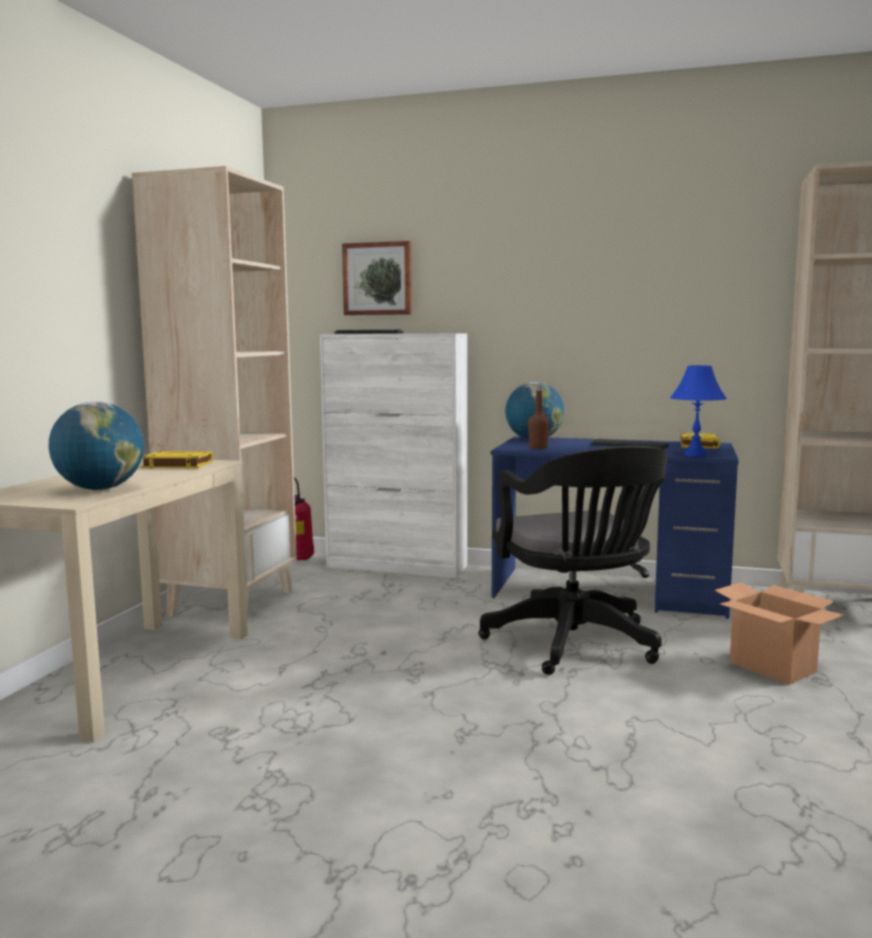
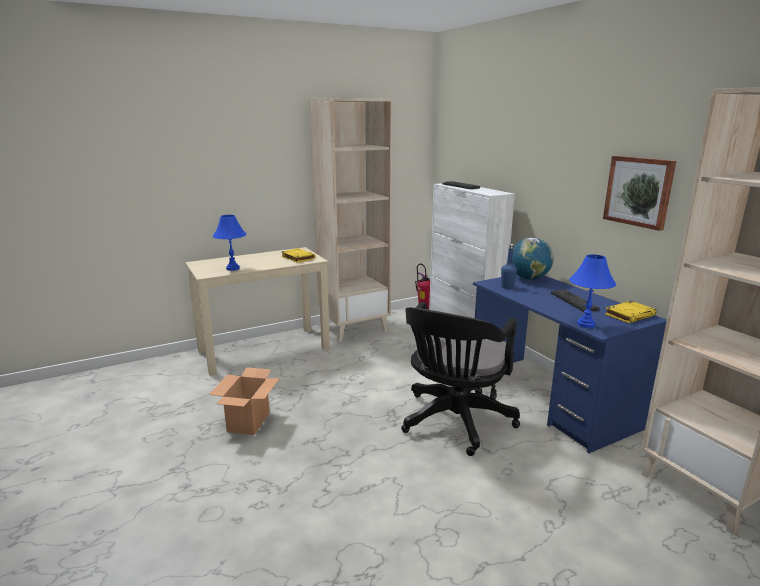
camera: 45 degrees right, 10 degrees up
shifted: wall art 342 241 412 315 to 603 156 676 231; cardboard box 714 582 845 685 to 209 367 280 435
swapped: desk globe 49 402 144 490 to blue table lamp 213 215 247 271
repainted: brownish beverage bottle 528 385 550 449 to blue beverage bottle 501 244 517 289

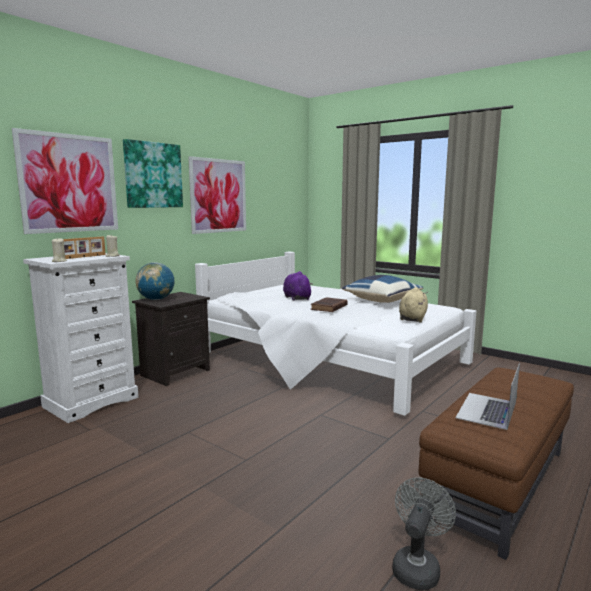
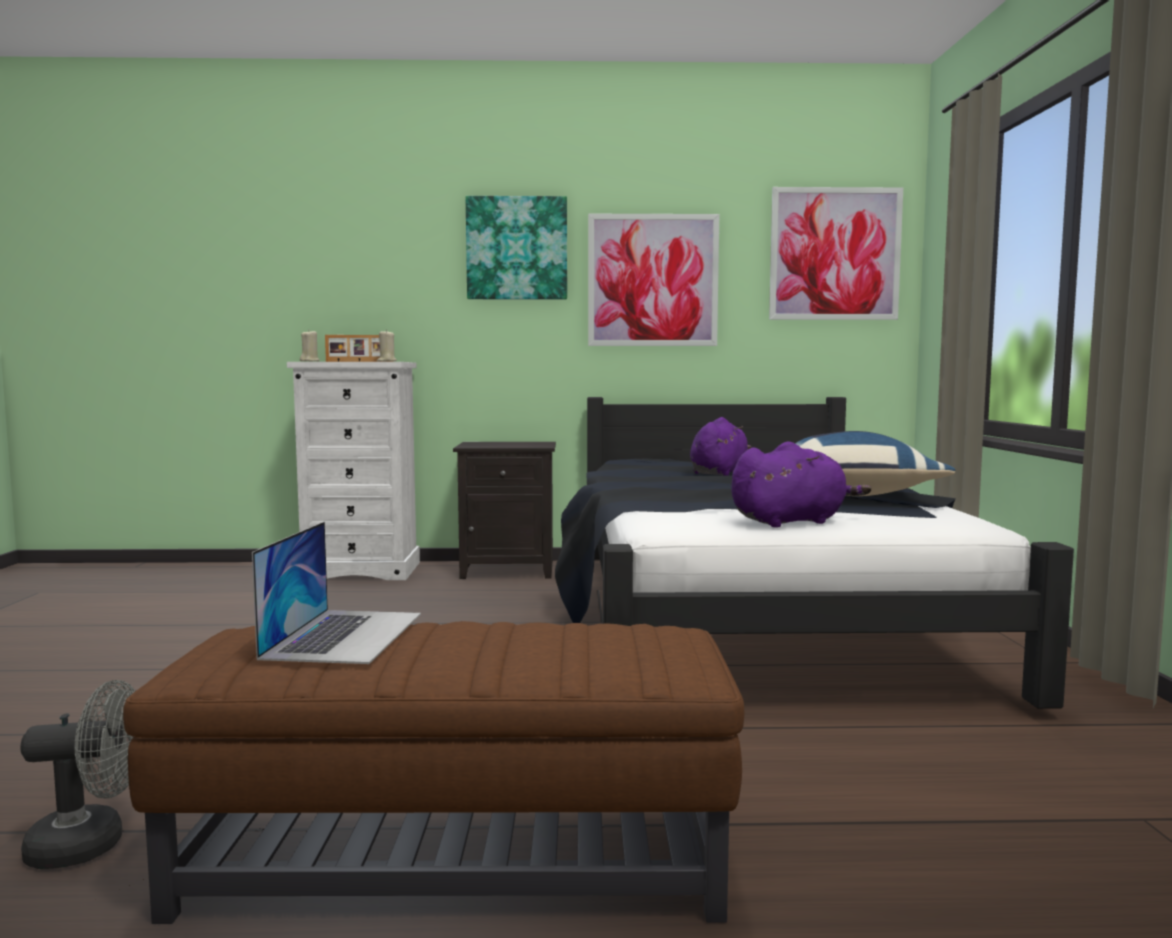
camera: 50 degrees right, 5 degrees down
gone: desk globe 135 262 175 300; brownish bound book 311 297 348 312
shifted: wall art 12 128 118 234 to 769 187 903 320
repainted: white-coloured sleeping bed 195 252 476 416 to blackish sleeping bed 555 397 1074 709; sand-coloured plush toy 399 287 428 323 to purple plush toy 731 441 871 528
rotated: portable computer 455 363 520 430 = 252 522 421 664 105 degrees clockwise

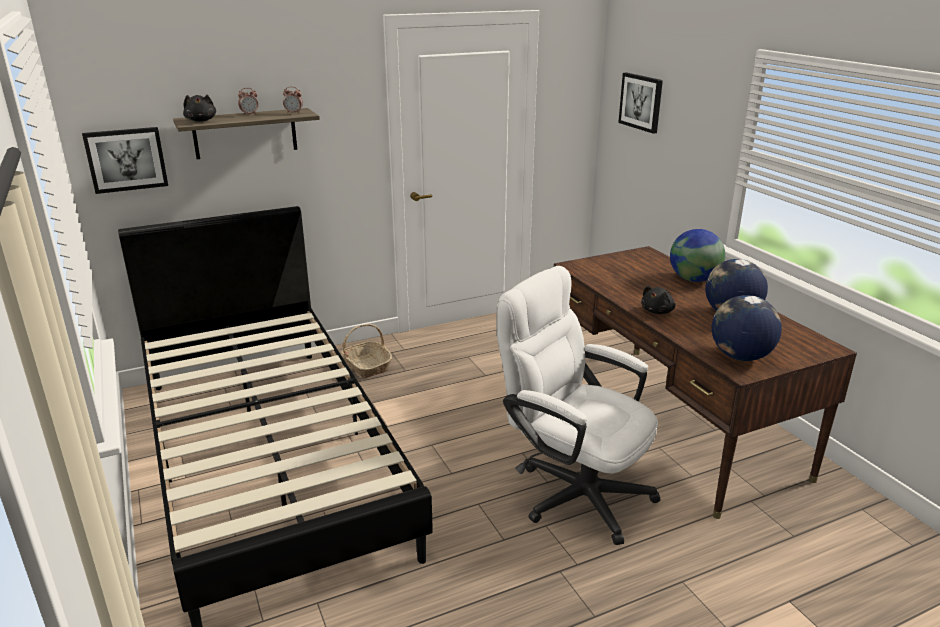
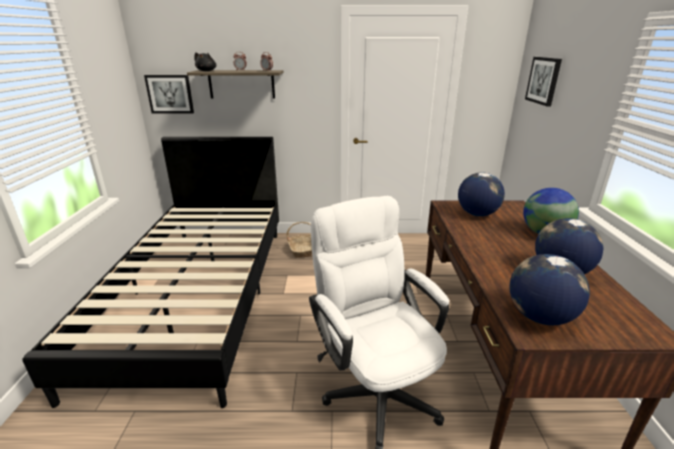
camera: 25 degrees right, 0 degrees up
gone: blackish plush toy 641 286 675 314
new: desk globe 458 172 505 216

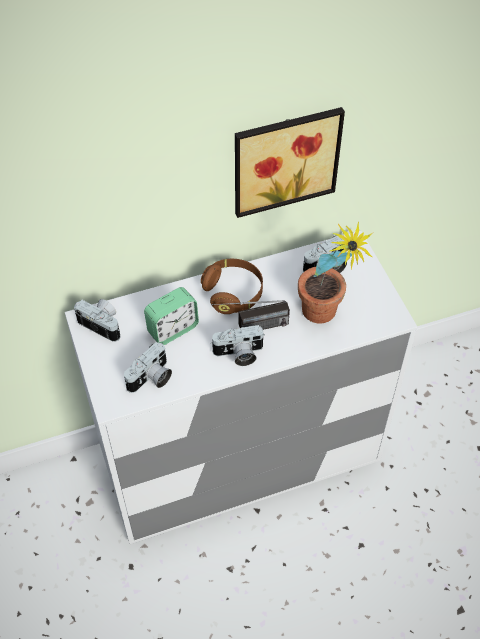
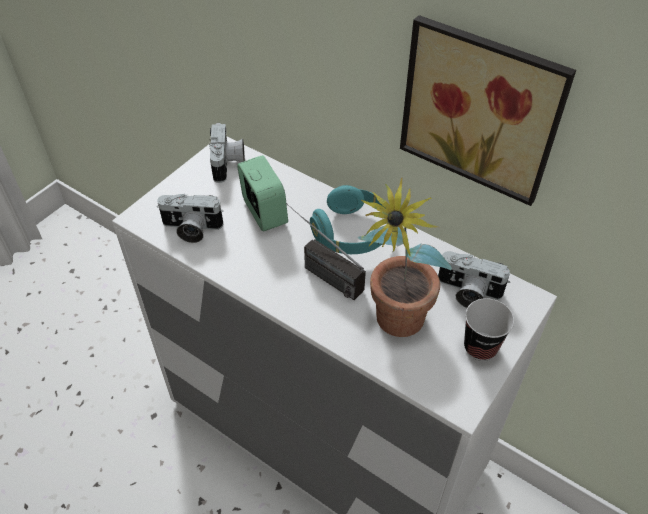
camera: 55 degrees right, 5 degrees down
gone: photo camera 210 325 265 366
new: small cup 464 298 514 361
repainted: brownish headset 201 259 263 314 to turquoise headset 310 185 385 254
rotated: table clock 144 287 199 345 = 237 155 288 231 135 degrees counterclockwise

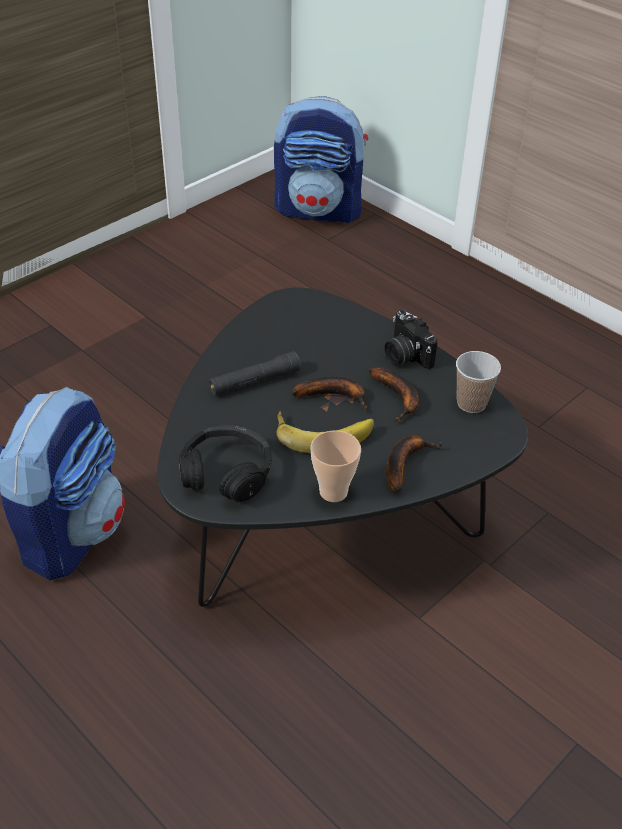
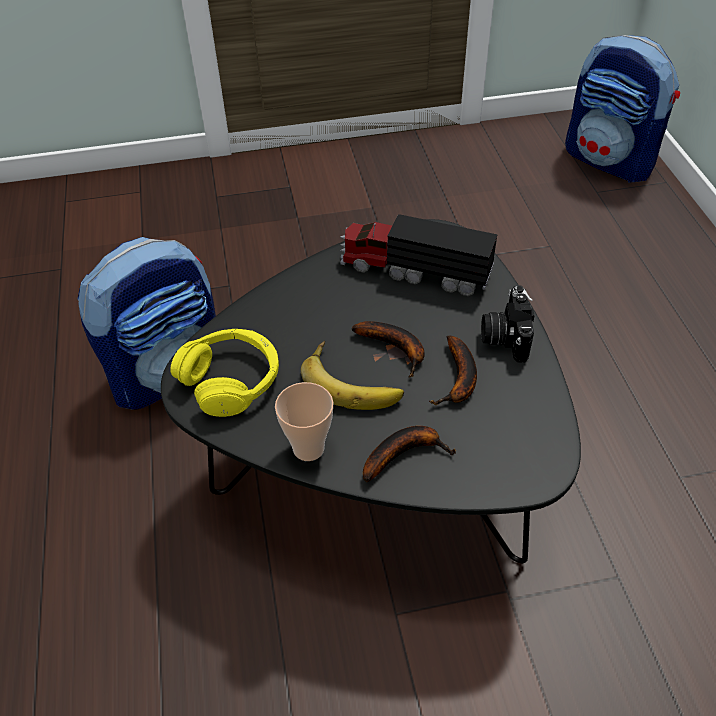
camera: 35 degrees right, 5 degrees up
gone: blackish flashlight 209 351 301 395; small cup 456 351 501 413
new: model truck 340 214 498 296
repainted: blackish headset 179 424 272 502 to yellow-coloured headset 170 329 279 417

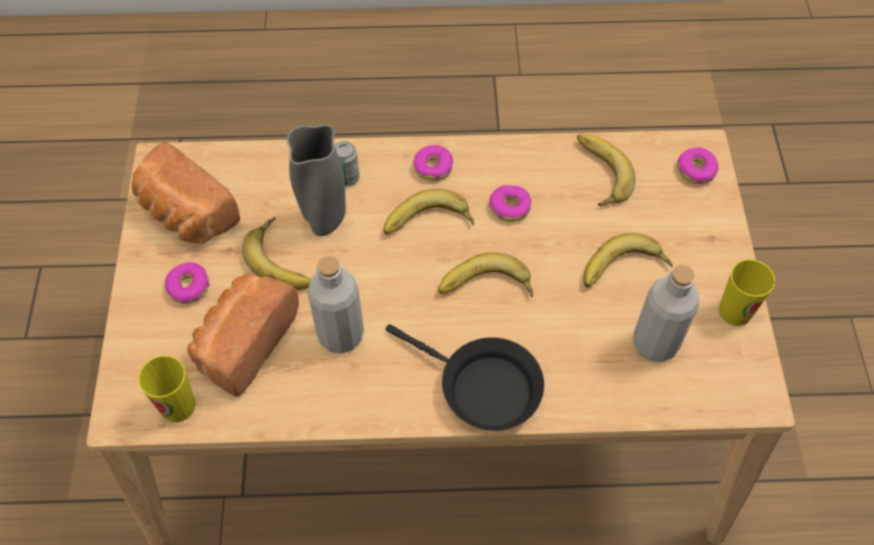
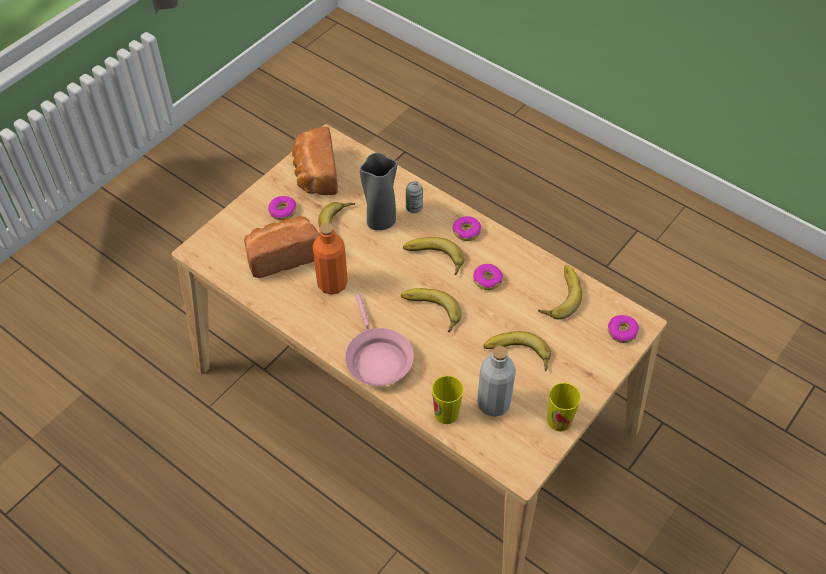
camera: 40 degrees right, 5 degrees down
shifted: small cup 138 355 196 422 to 432 375 464 424
repainted: greyish beverage bottle 307 256 364 353 to orange beverage bottle 312 223 348 294; blackish skillet 386 324 544 431 to pink-coloured skillet 345 294 414 386

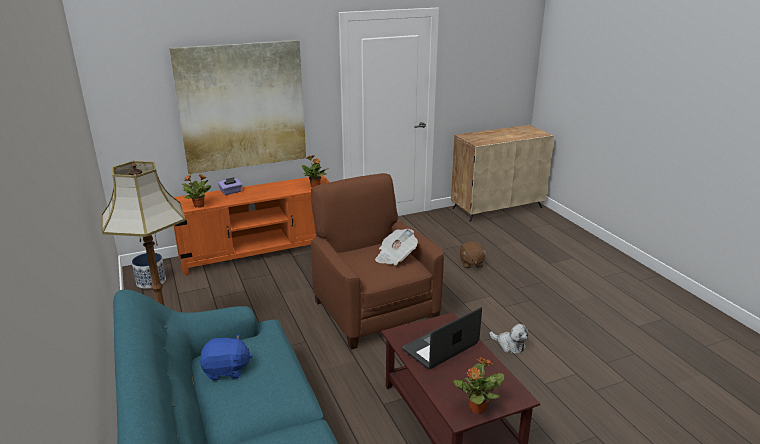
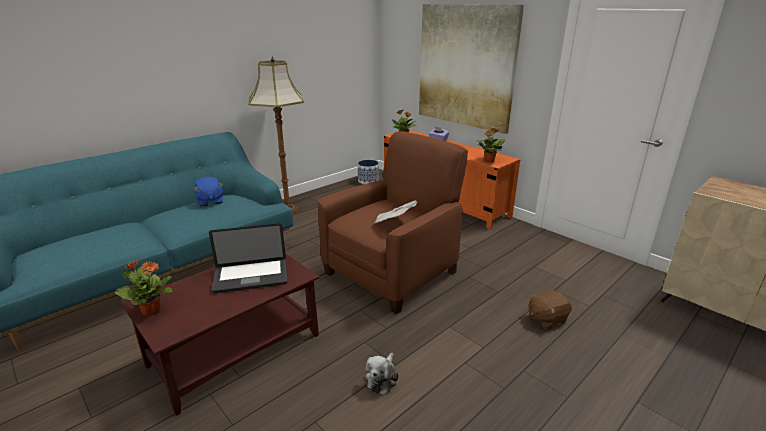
camera: 70 degrees right, 0 degrees up
rotated: portable computer 402 307 482 370 = 209 223 287 293 135 degrees clockwise

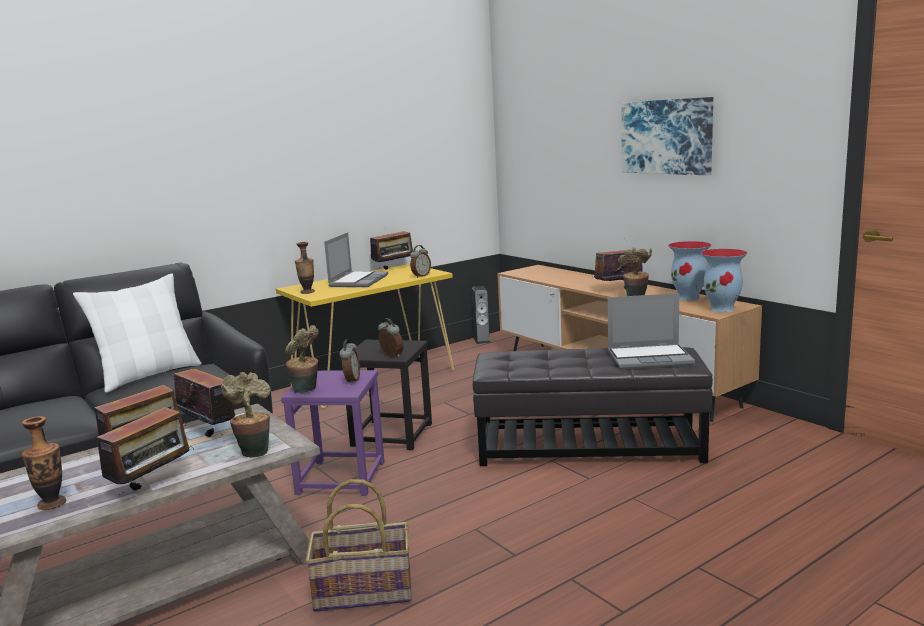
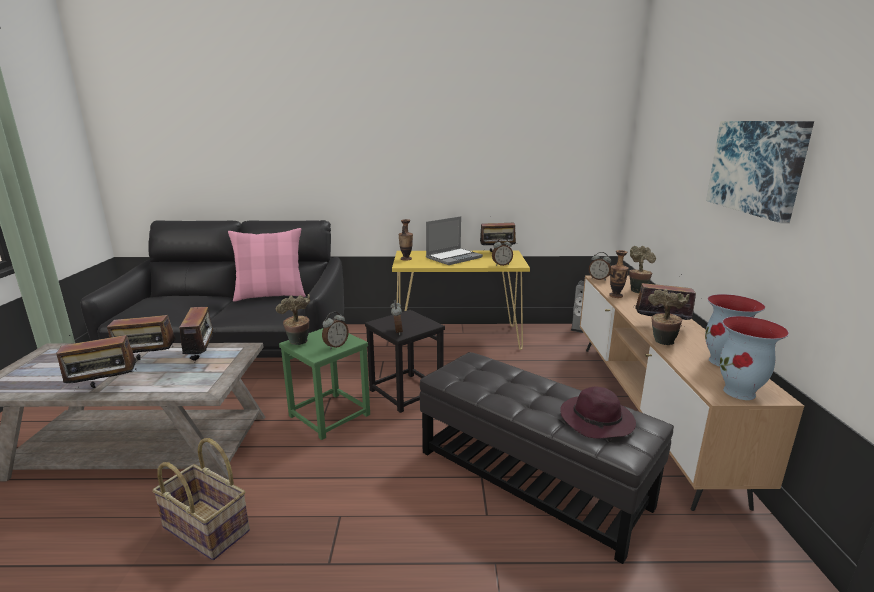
camera: 35 degrees right, 5 degrees up
new: table clock 589 252 611 281
shifted: plant in a pot 221 372 271 458 to 629 246 656 293; vase 22 416 66 510 to 609 250 629 298
swapped: portable computer 608 293 695 369 to purple hat 560 387 636 438
repainted: white-coloured throw pillow 73 273 202 393 to pink-coloured throw pillow 228 228 306 302; purple sitting stool 281 370 385 496 to greenish sitting stool 279 328 370 440

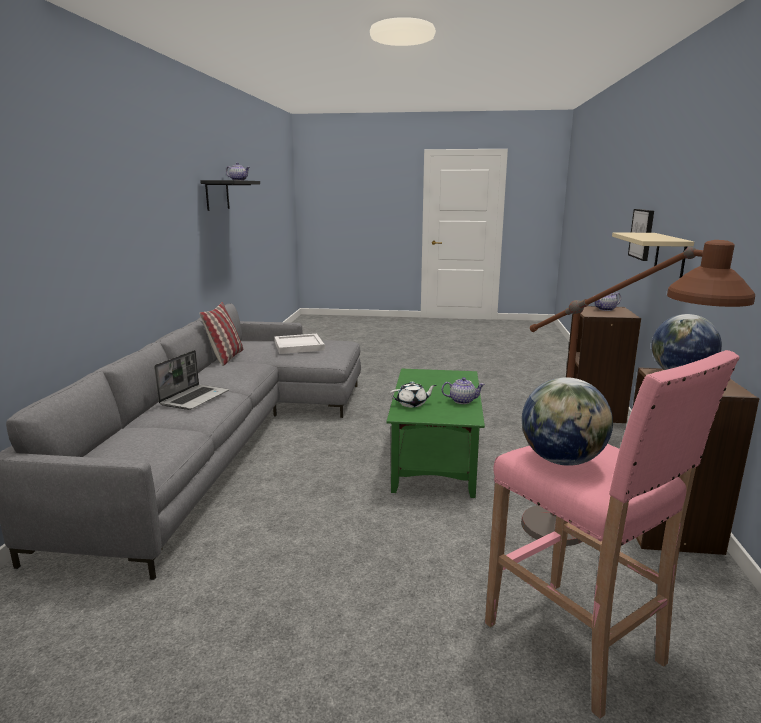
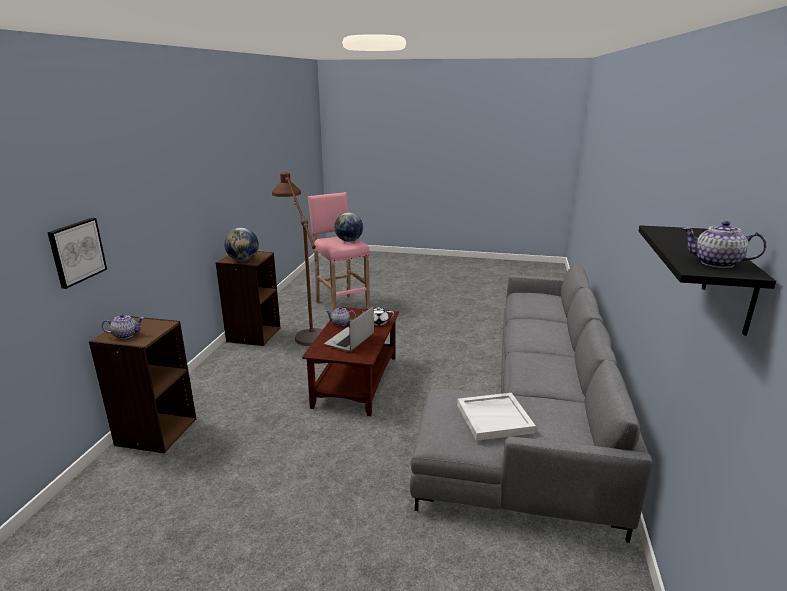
camera: 175 degrees left, 5 degrees up
gone: sand-coloured bracket shelf 612 232 694 279; throw pillow 199 302 243 366
shifted: portable computer 154 350 229 410 to 324 306 374 352
repainted: greenish lounge table 386 369 485 498 to brownish lounge table 302 307 399 416

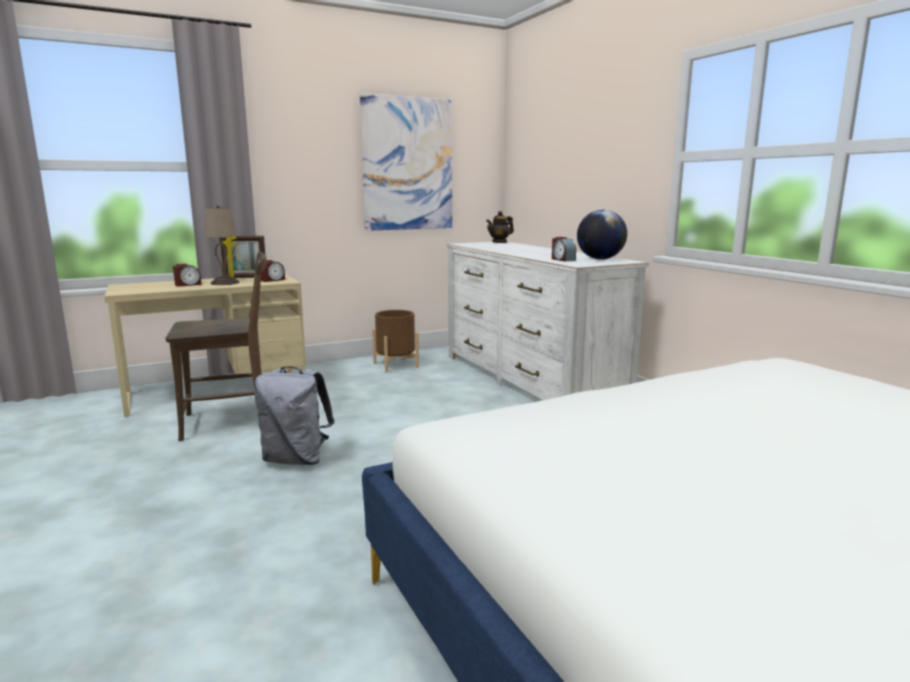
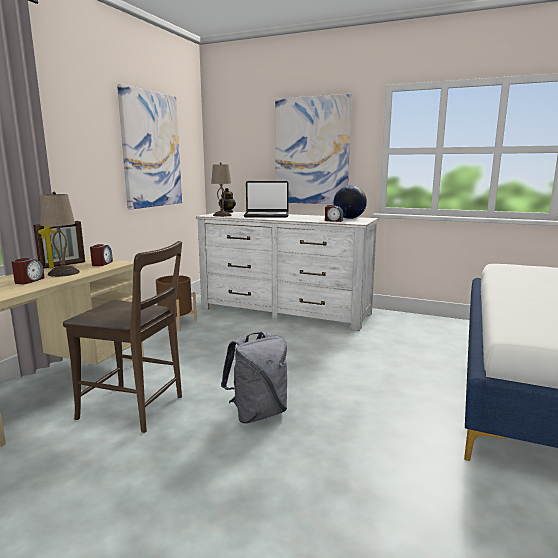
camera: 40 degrees left, 0 degrees up
new: wall art 275 94 352 204; sand-coloured table lamp 211 162 232 217; portable computer 244 181 289 218
rotated: brownish chair 166 252 266 441 = 63 241 182 433 75 degrees clockwise

